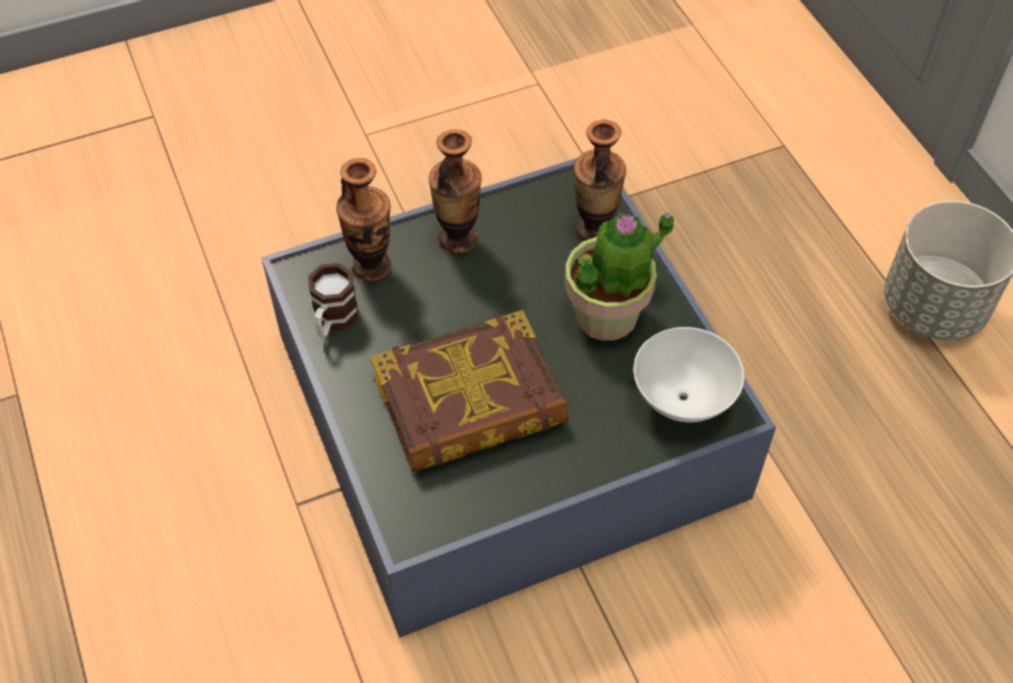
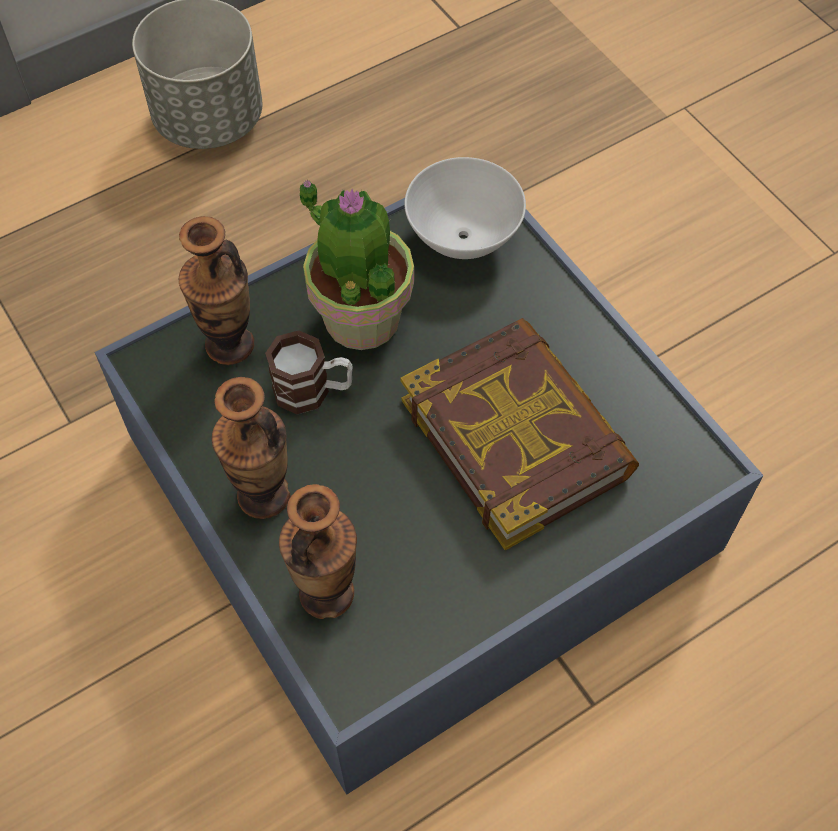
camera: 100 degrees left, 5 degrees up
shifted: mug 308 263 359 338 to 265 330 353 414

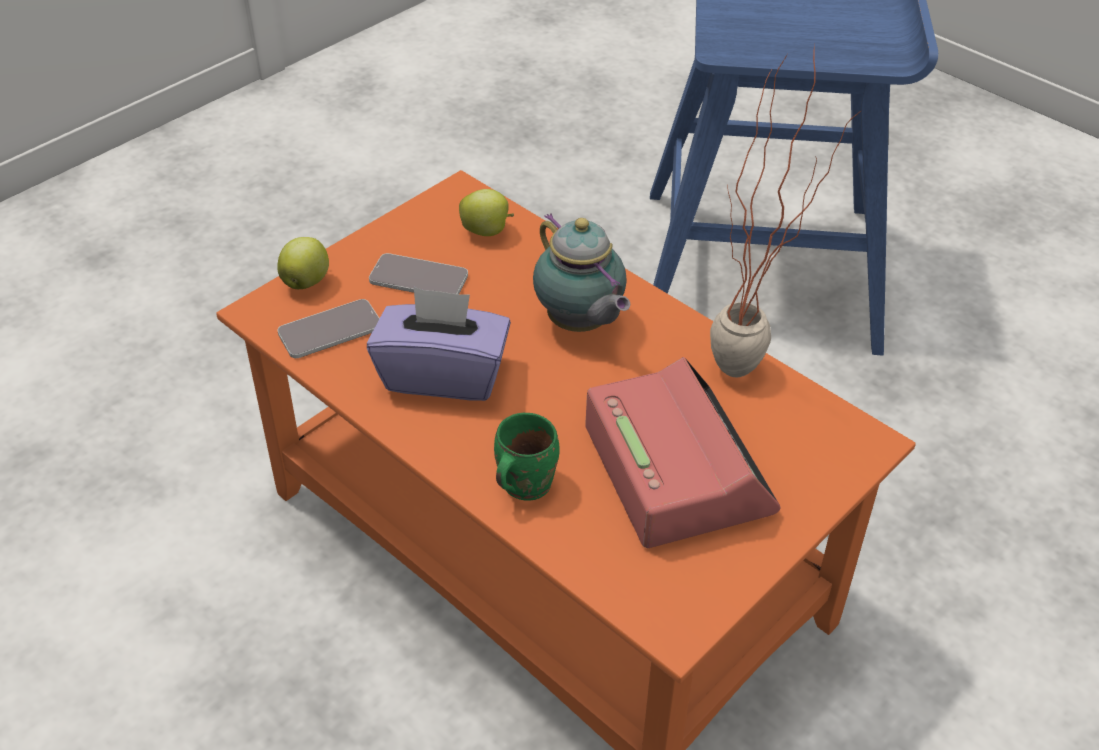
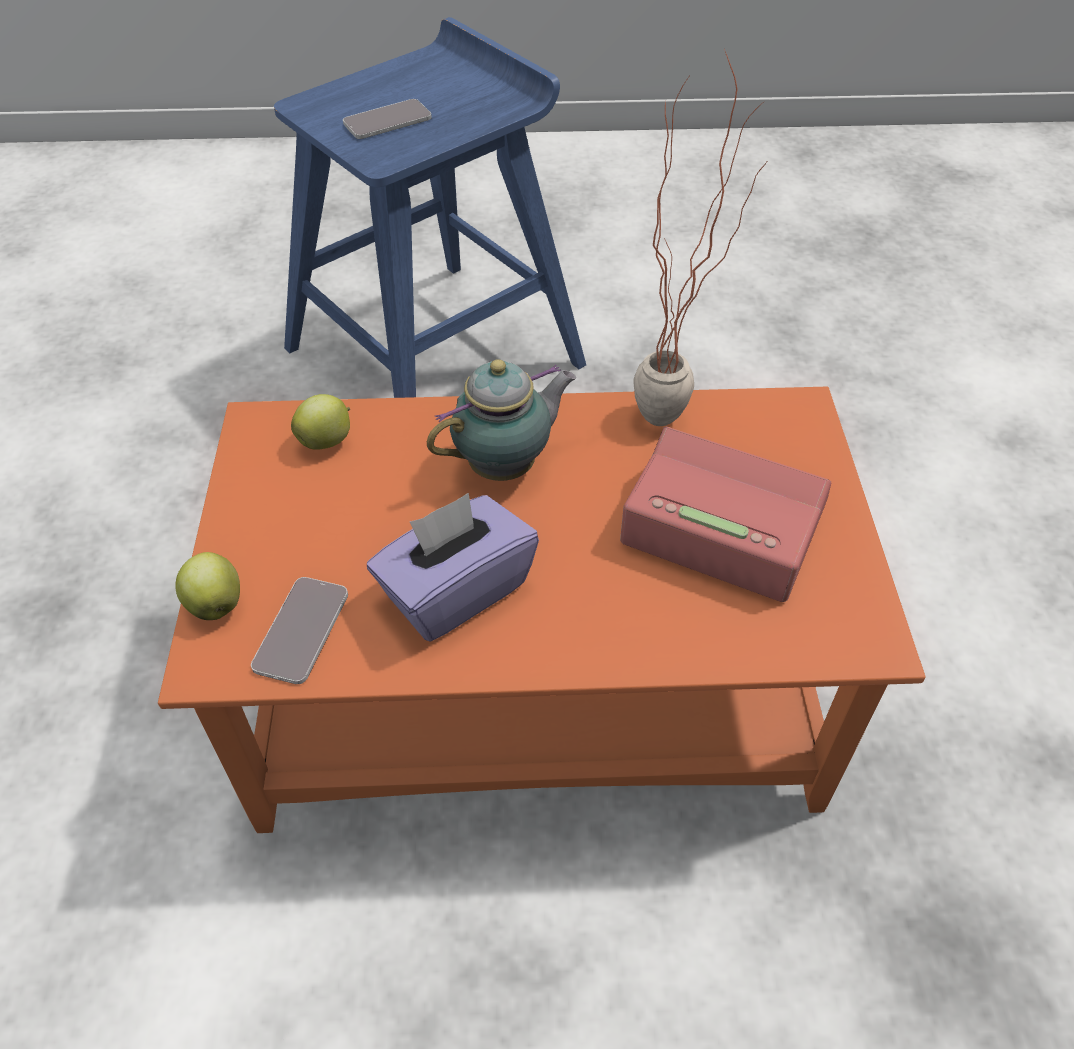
camera: 45 degrees left, 5 degrees up
gone: greenish mug 494 413 560 501
shifted: telephone 369 253 468 294 to 343 99 432 139
rotated: teapot 533 213 630 332 = 427 359 576 481 45 degrees counterclockwise

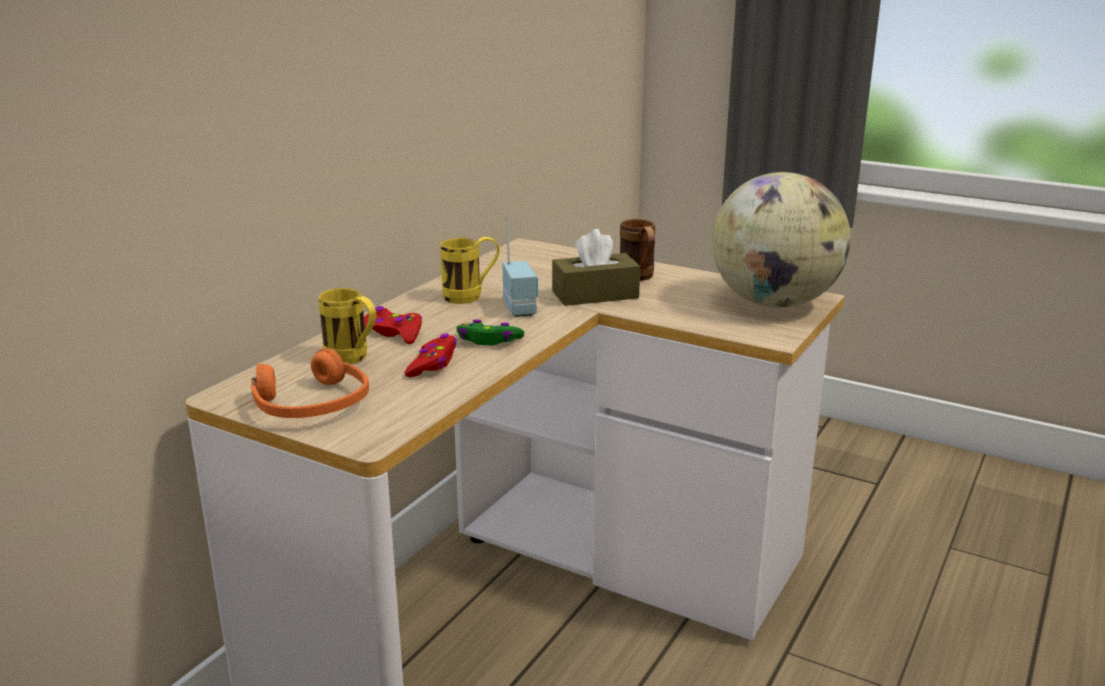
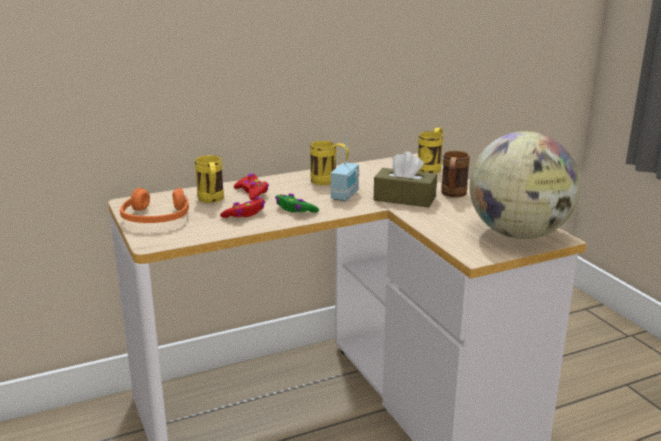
camera: 35 degrees right, 0 degrees up
new: yellow-coloured mug 418 128 443 174

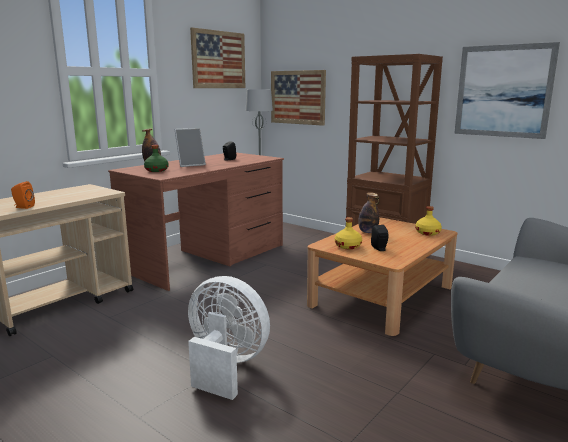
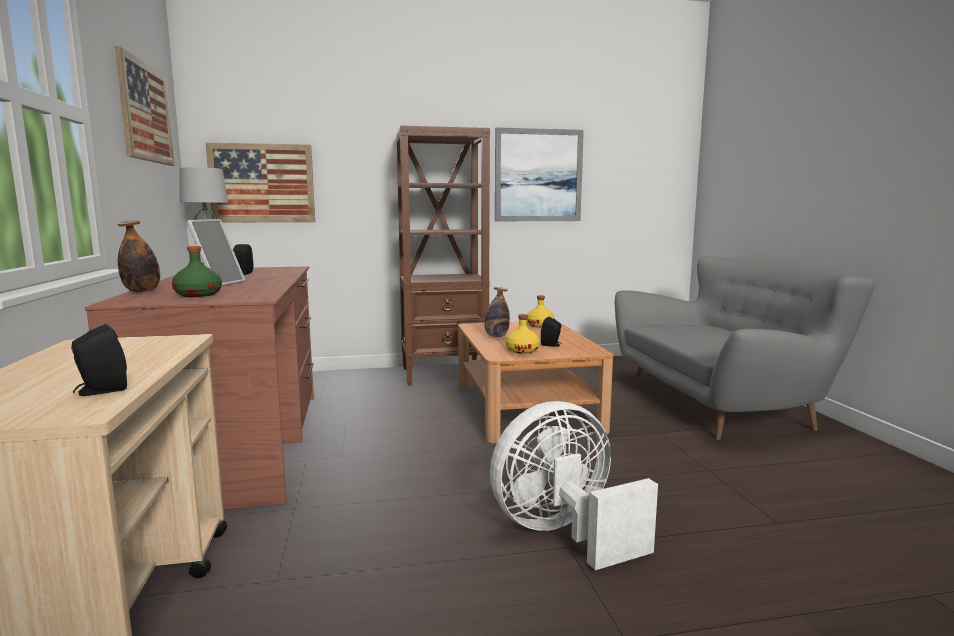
camera: 50 degrees left, 5 degrees down
repainted: orange audio speaker 11 181 35 209 to blackish audio speaker 71 324 127 396

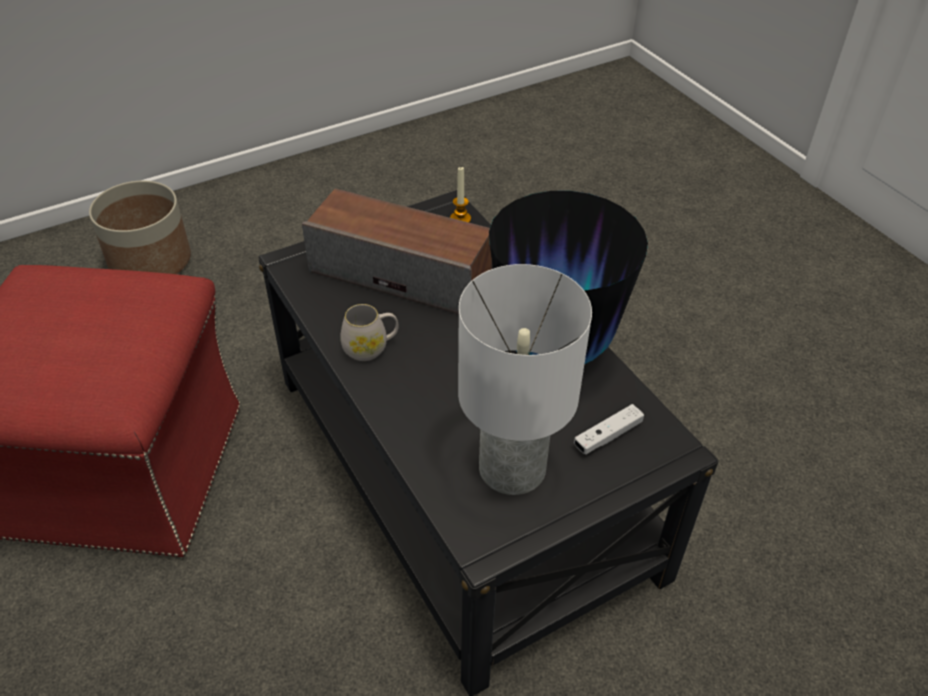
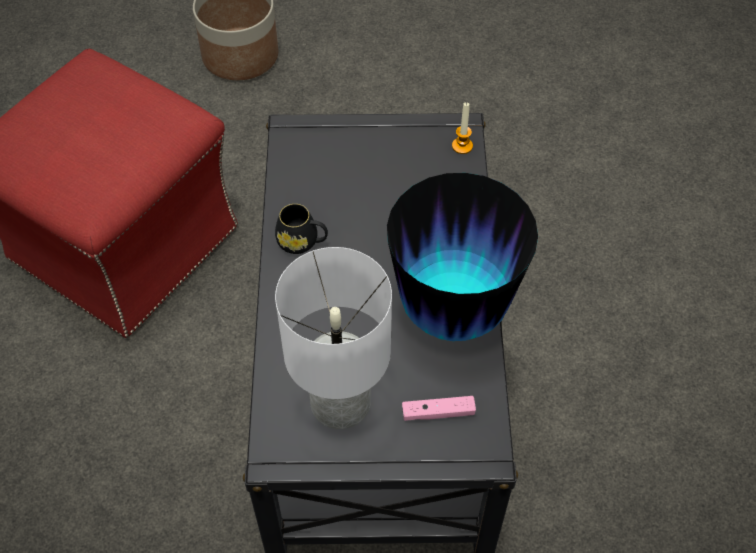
camera: 30 degrees right, 10 degrees up
gone: audio speaker 302 188 492 314
repainted: white-coloured mug 340 304 399 361 to blackish mug 275 204 328 254; white-coloured game controller 574 404 644 455 to pink-coloured game controller 402 396 476 421

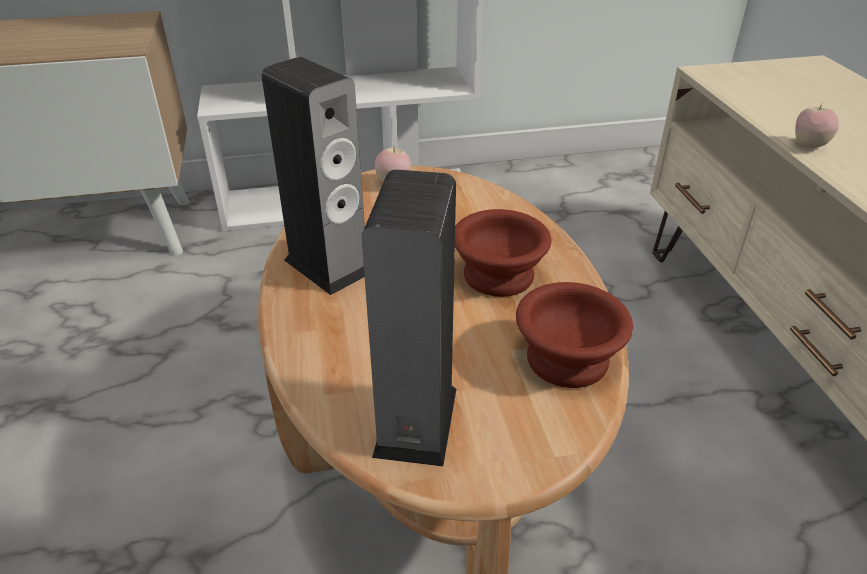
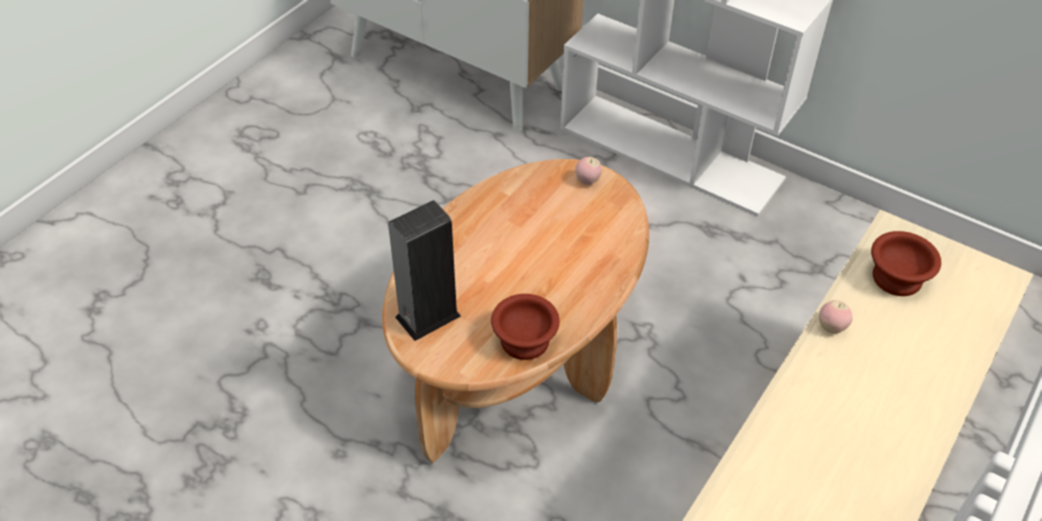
camera: 45 degrees right, 10 degrees up
gone: audio speaker 262 57 365 295
shifted: brownish bowl 455 209 552 297 to 871 231 941 296

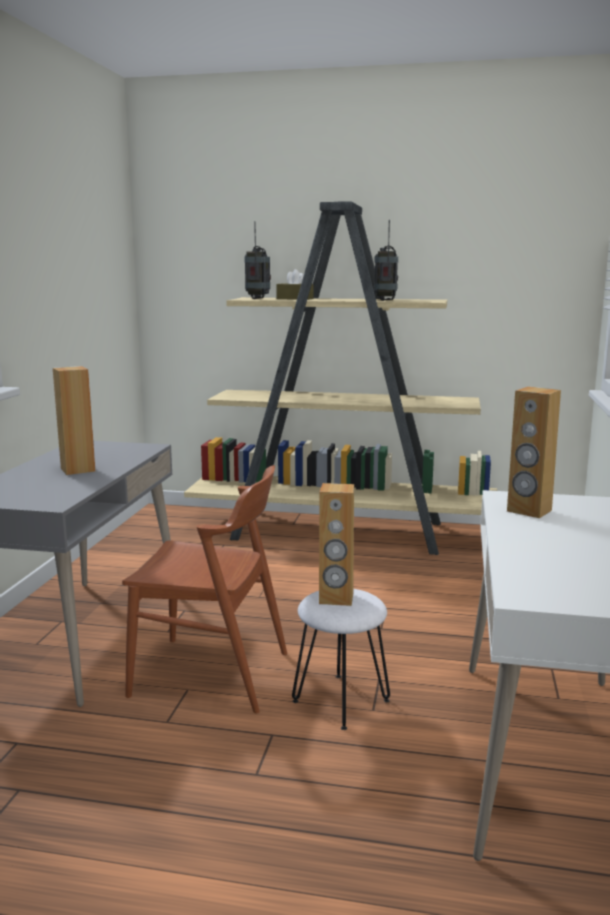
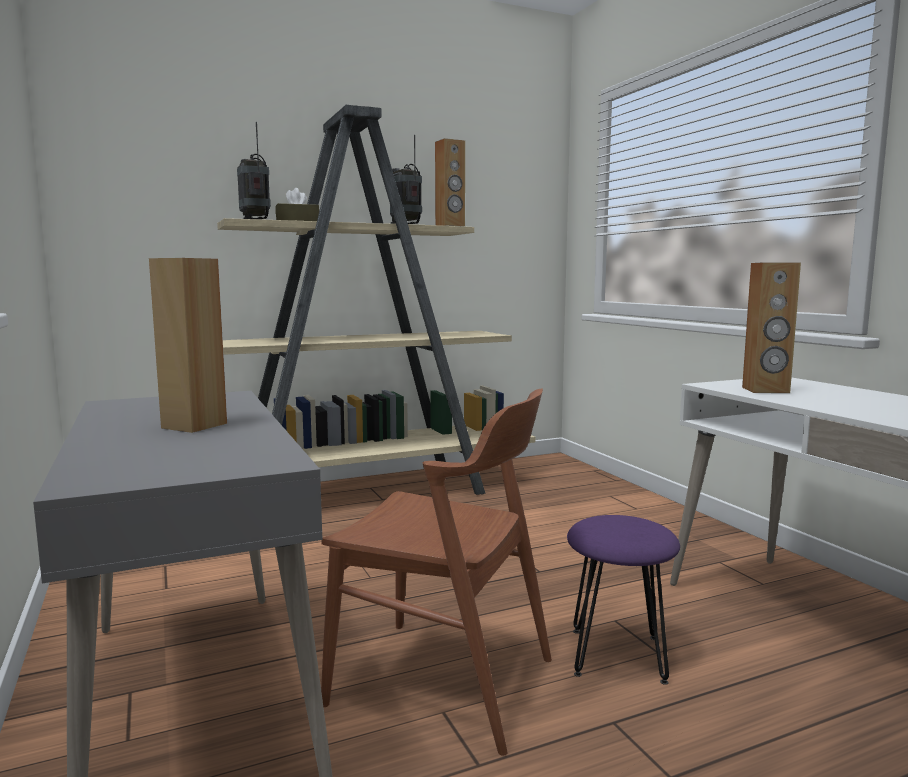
camera: 35 degrees left, 5 degrees down
shifted: brownish audio speaker 319 483 354 606 to 435 138 465 226
repainted: white-coloured sitting stool 292 589 390 730 to purple sitting stool 567 515 680 685
rotated: brownish chair 122 465 287 713 = 321 388 552 756 45 degrees clockwise

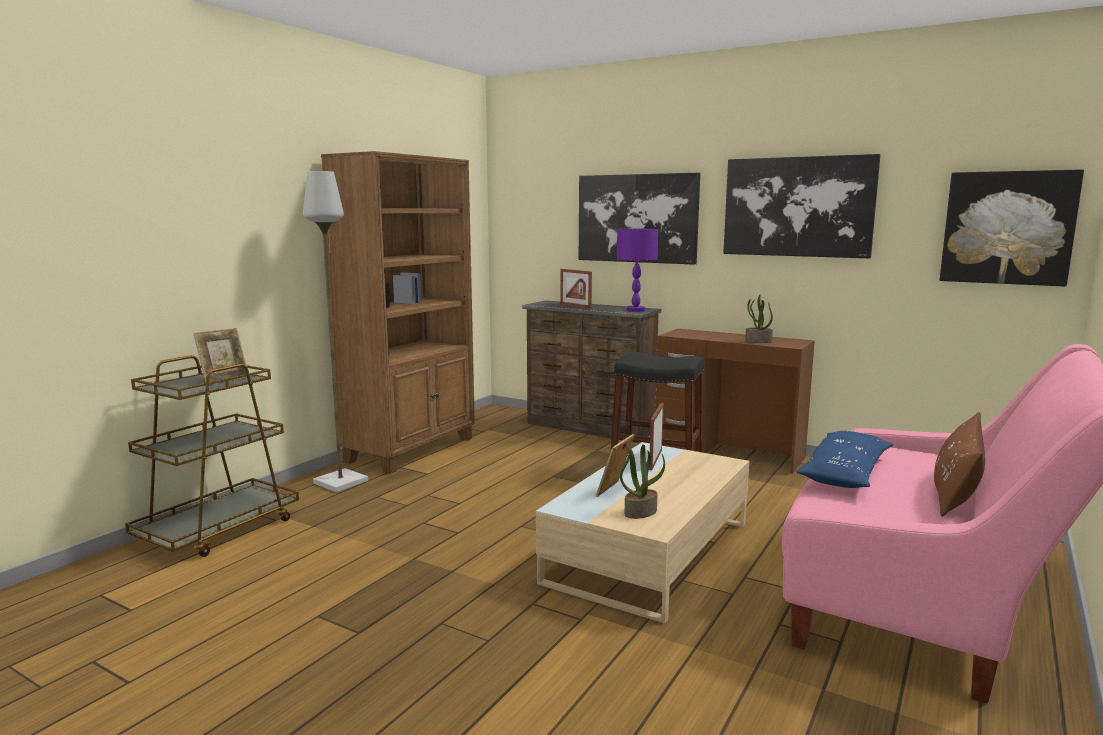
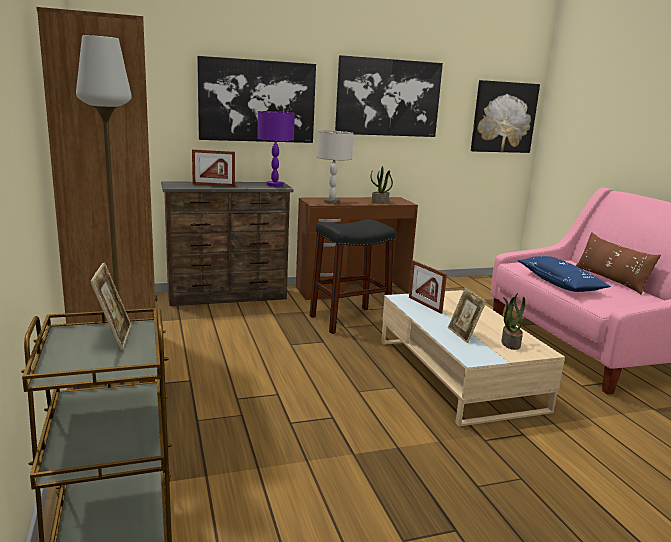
camera: 50 degrees left, 5 degrees up
new: greyish table lamp 317 130 354 204

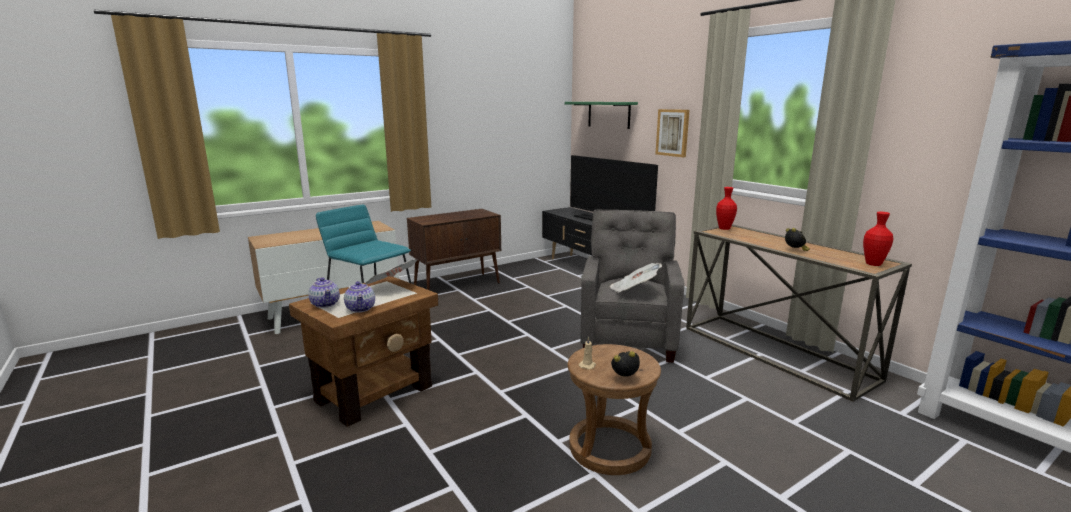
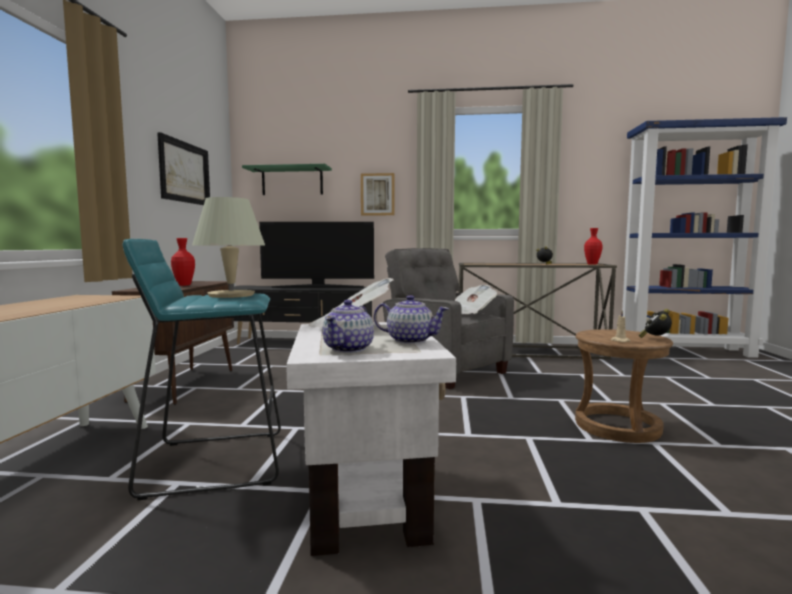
camera: 50 degrees left, 10 degrees down
new: wall art 157 132 210 205; sand-coloured table lamp 192 197 265 298
shifted: red-coloured vase 716 187 737 230 to 171 238 195 286
repainted: brownish end table 289 276 438 427 to white-coloured end table 287 322 456 556
rotated: teapot 308 277 340 308 = 322 300 374 353 105 degrees clockwise

